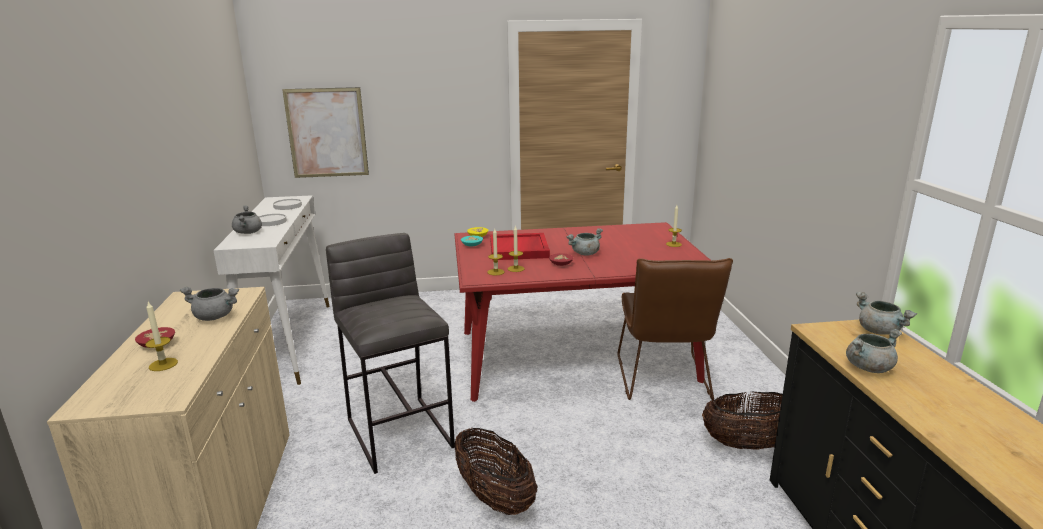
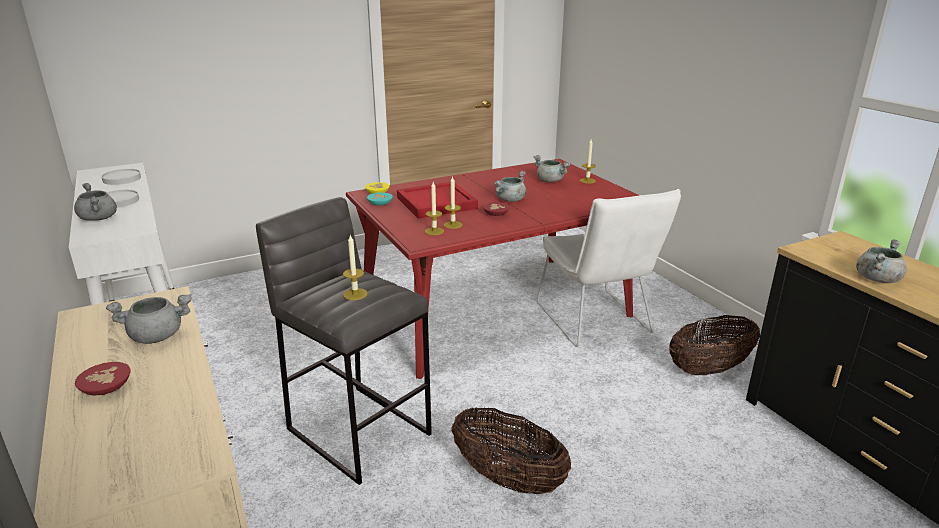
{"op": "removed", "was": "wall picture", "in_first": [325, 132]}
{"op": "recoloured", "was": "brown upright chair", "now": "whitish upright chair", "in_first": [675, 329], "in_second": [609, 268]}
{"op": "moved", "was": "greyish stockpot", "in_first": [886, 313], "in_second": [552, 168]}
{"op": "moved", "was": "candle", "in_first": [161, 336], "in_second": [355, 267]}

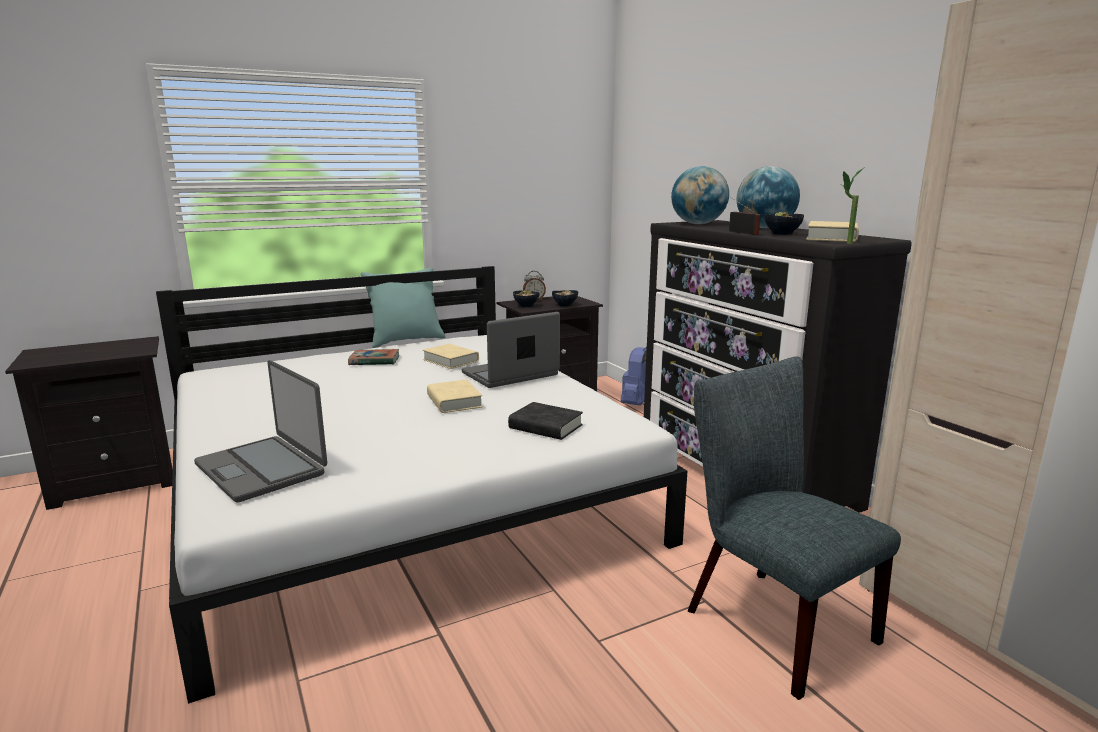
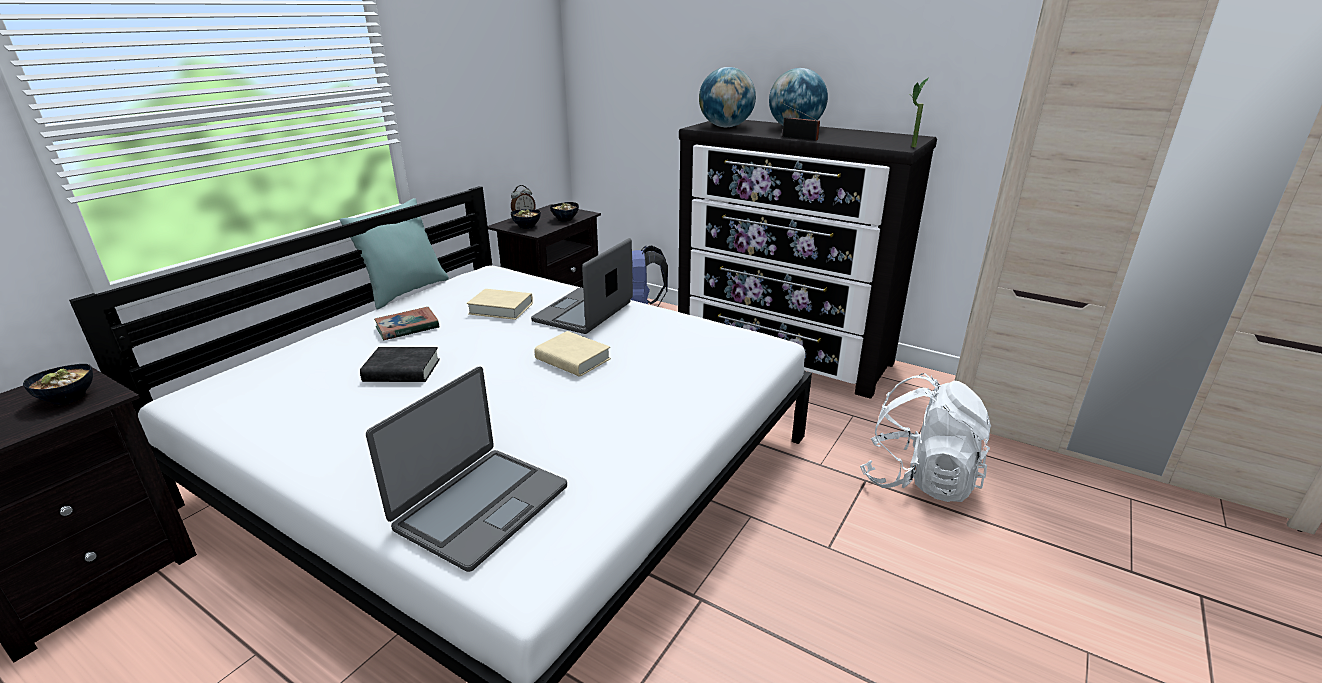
{"op": "moved", "was": "bowl", "in_first": [784, 223], "in_second": [58, 384]}
{"op": "removed", "was": "sand-coloured volume", "in_first": [832, 231]}
{"op": "replaced", "was": "greyish upright chair", "now": "whitish rucksack", "in_first": [794, 528], "in_second": [925, 437]}
{"op": "turned", "was": "portable computer", "in_first": [260, 431], "in_second": [466, 469], "clockwise": -75}
{"op": "moved", "was": "black volume", "in_first": [545, 421], "in_second": [400, 364]}

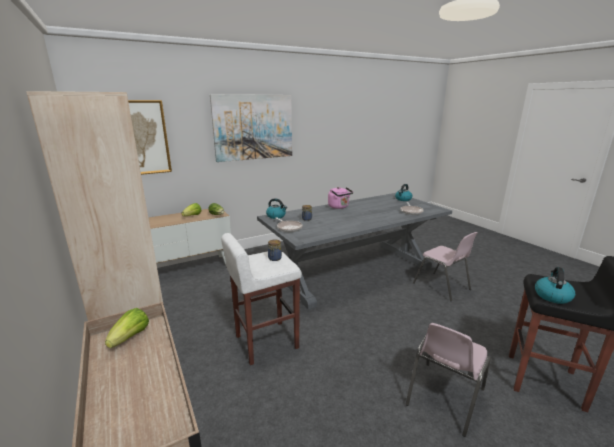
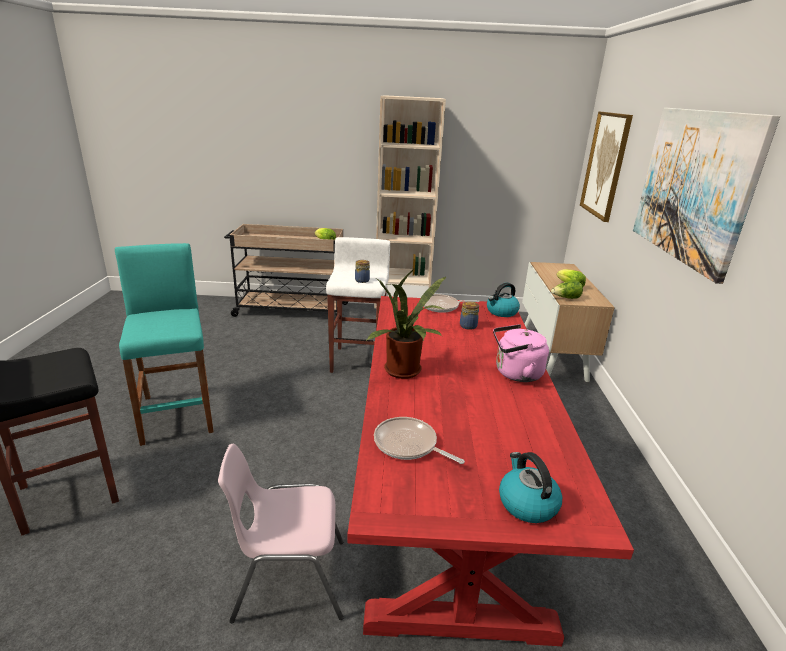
{"op": "recoloured", "was": "greyish dinner table", "now": "reddish dinner table", "in_first": [354, 251], "in_second": [490, 471]}
{"op": "removed", "was": "tea kettle", "in_first": [555, 285]}
{"op": "replaced", "was": "pink-coloured upright chair", "now": "turquoise stool", "in_first": [448, 380], "in_second": [164, 344]}
{"op": "added", "now": "potted plant", "in_second": [406, 324]}

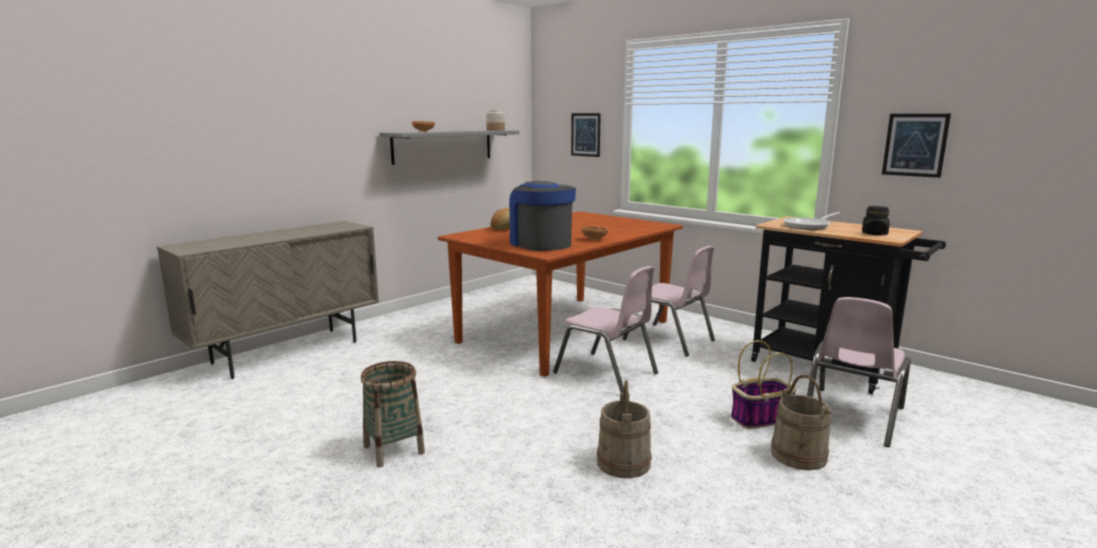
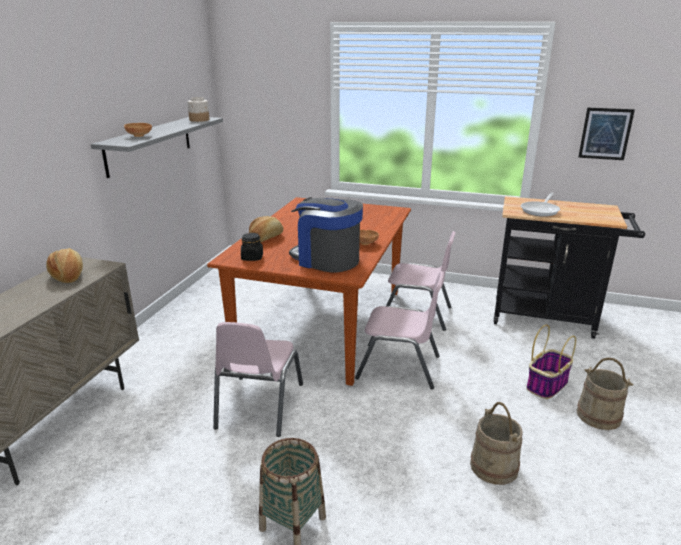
{"op": "removed", "was": "wall picture", "in_first": [586, 135]}
{"op": "moved", "was": "black storage jar", "in_first": [876, 220], "in_second": [252, 247]}
{"op": "moved", "was": "pink-coloured upright chair", "in_first": [859, 372], "in_second": [258, 379]}
{"op": "added", "now": "bread", "in_second": [64, 265]}

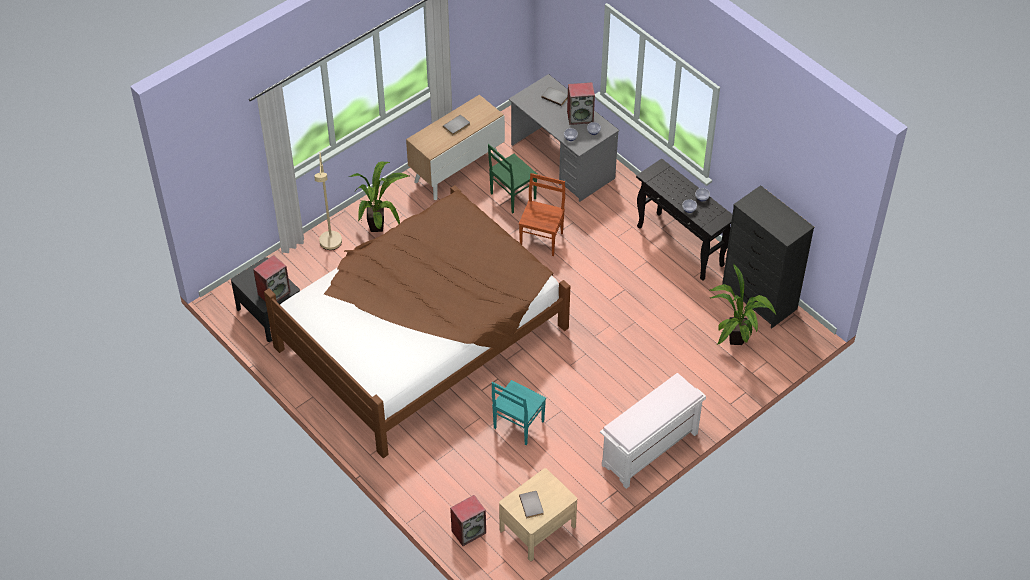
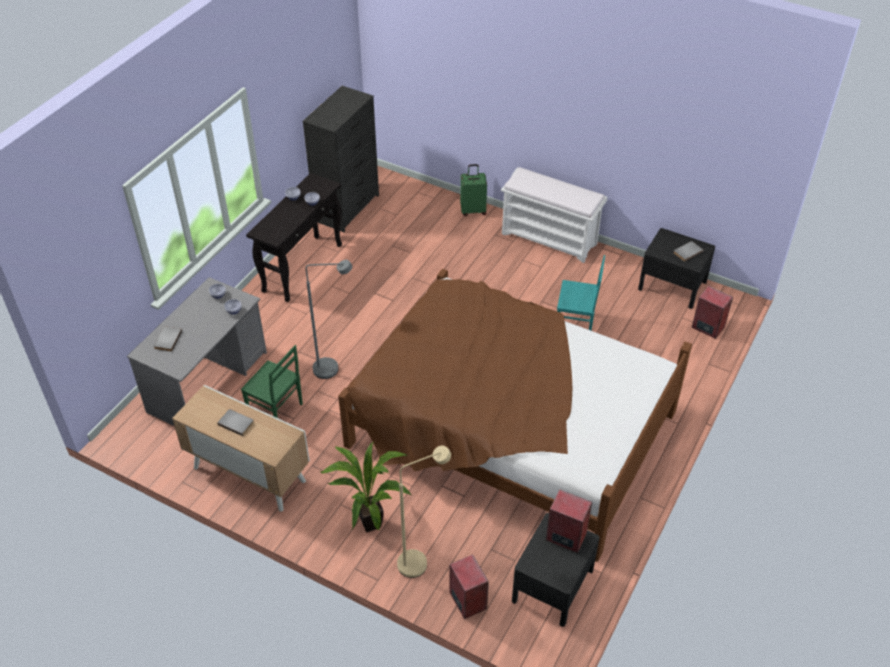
{"op": "moved", "was": "loudspeaker", "in_first": [581, 103], "in_second": [469, 586]}
{"op": "replaced", "was": "brown upright chair", "now": "greyish standard lamp", "in_first": [542, 214], "in_second": [329, 319]}
{"op": "removed", "was": "potted plant", "in_first": [743, 305]}
{"op": "recoloured", "was": "sand-coloured nightstand", "now": "black nightstand", "in_first": [538, 514], "in_second": [676, 268]}
{"op": "added", "now": "green-coloured piece of luggage", "in_second": [473, 190]}

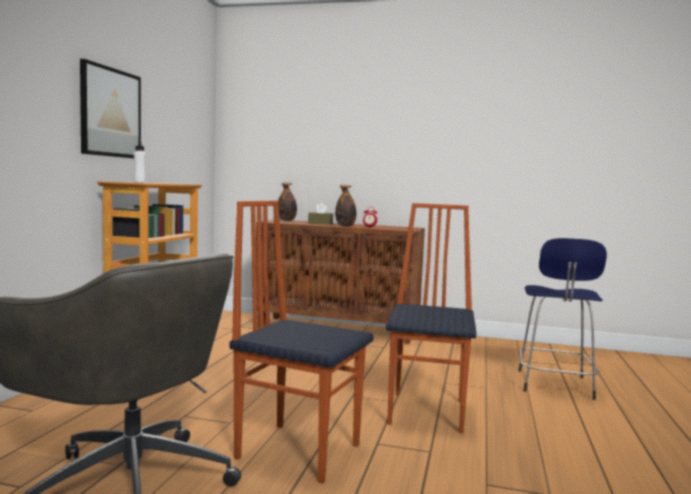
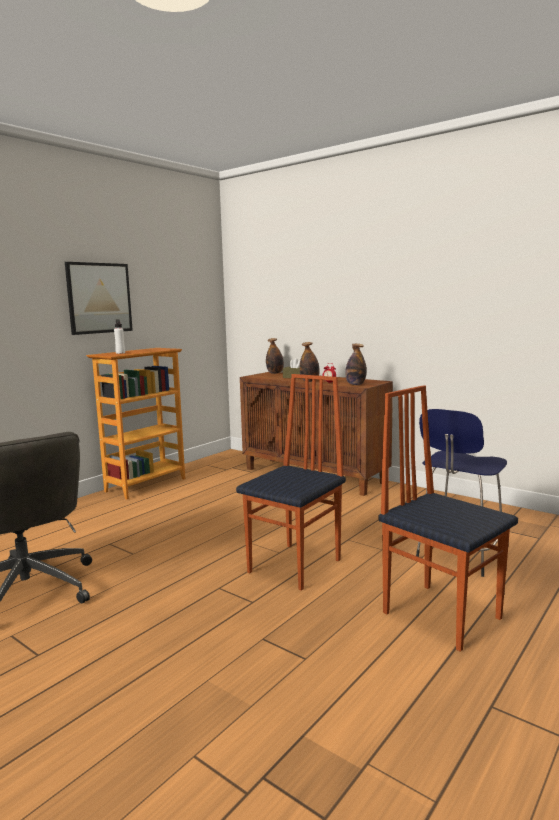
{"op": "moved", "was": "upright chair", "in_first": [301, 342], "in_second": [448, 518]}
{"op": "added", "now": "drink bottle", "in_second": [356, 364]}

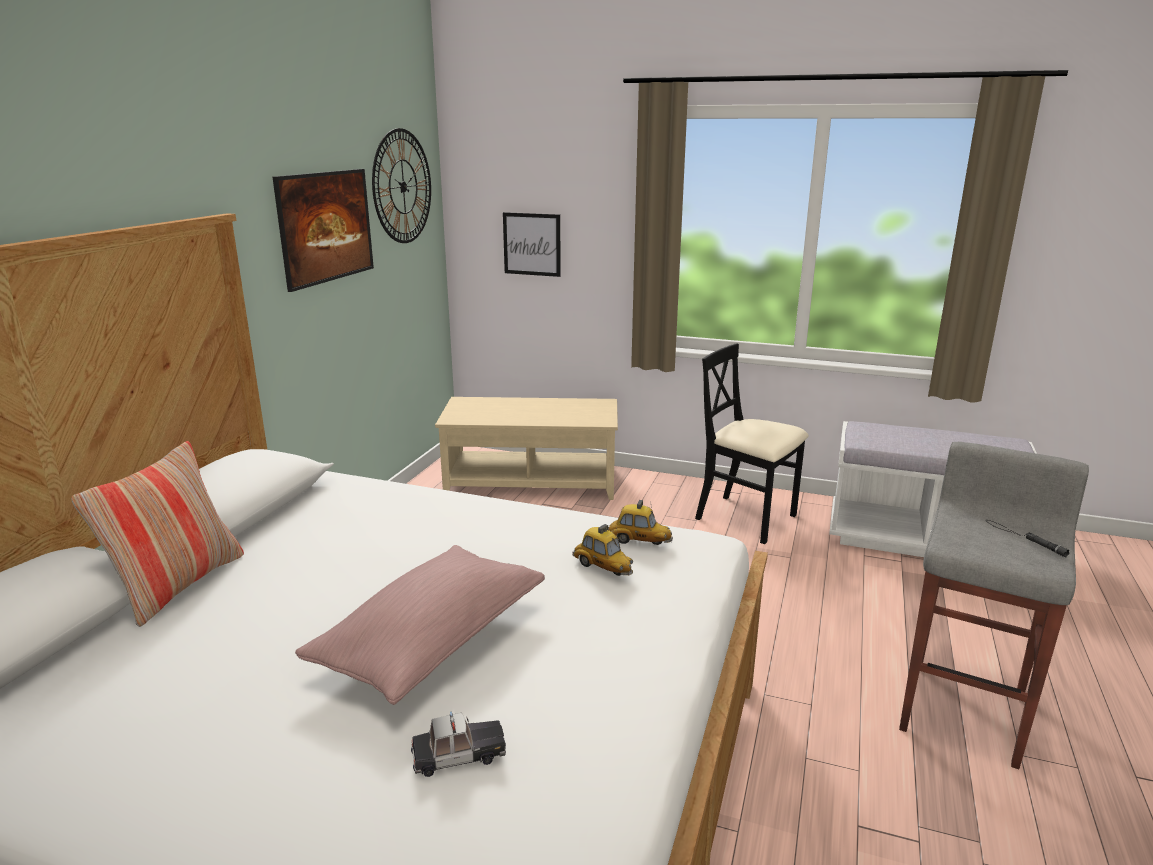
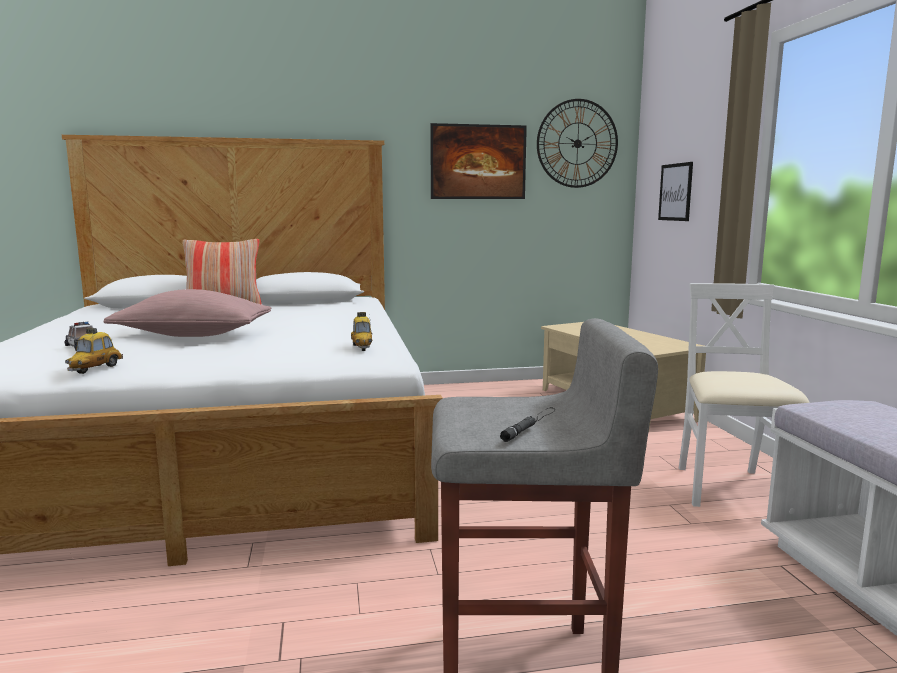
{"op": "recoloured", "was": "black upright chair", "now": "whitish upright chair", "in_first": [752, 444], "in_second": [744, 395]}
{"op": "moved", "was": "model car", "in_first": [602, 550], "in_second": [94, 351]}

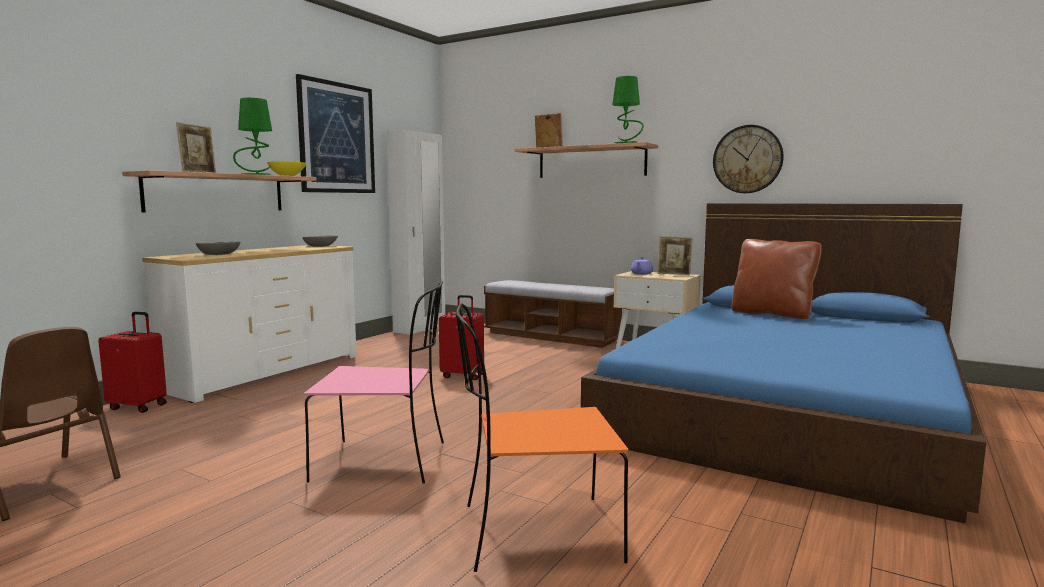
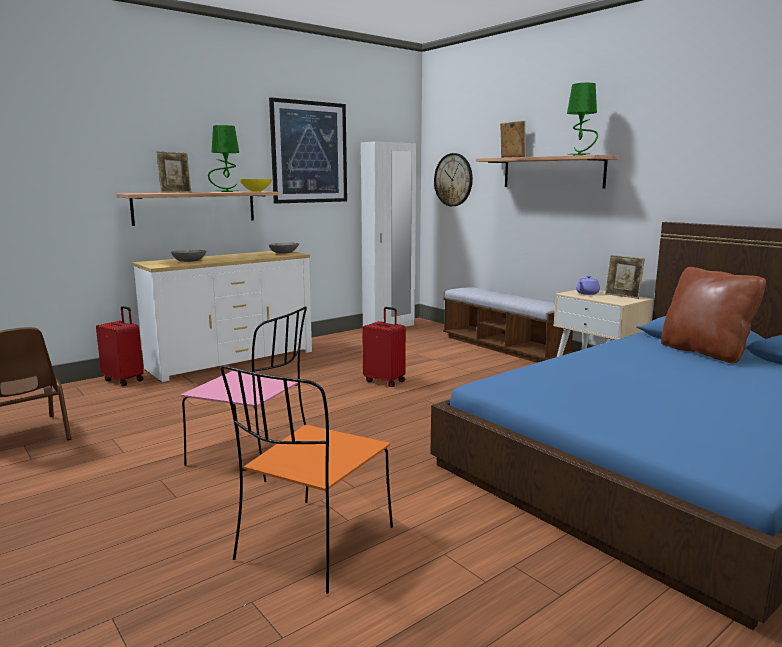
{"op": "moved", "was": "clock on the wall", "in_first": [748, 159], "in_second": [453, 179]}
{"op": "turned", "was": "orange-coloured upright chair", "in_first": [542, 437], "in_second": [307, 479], "clockwise": -75}

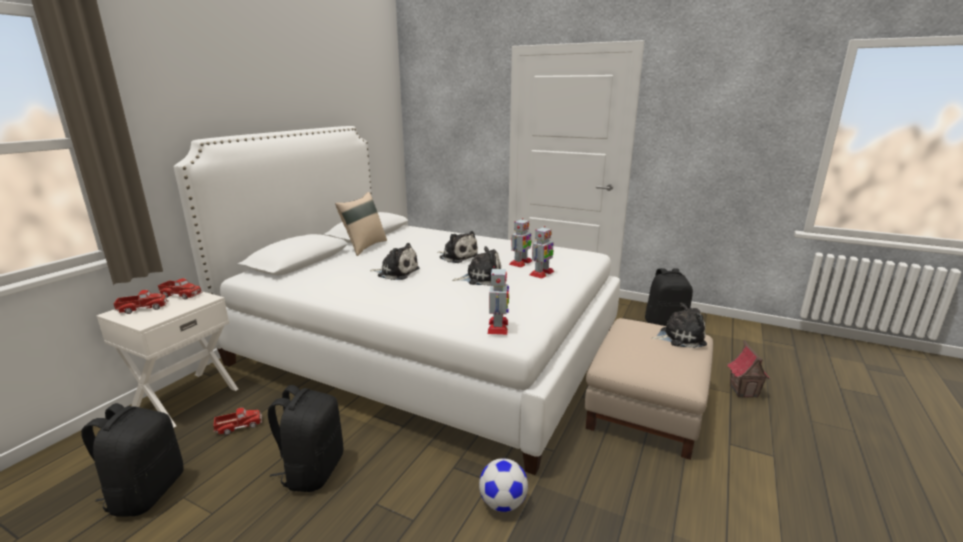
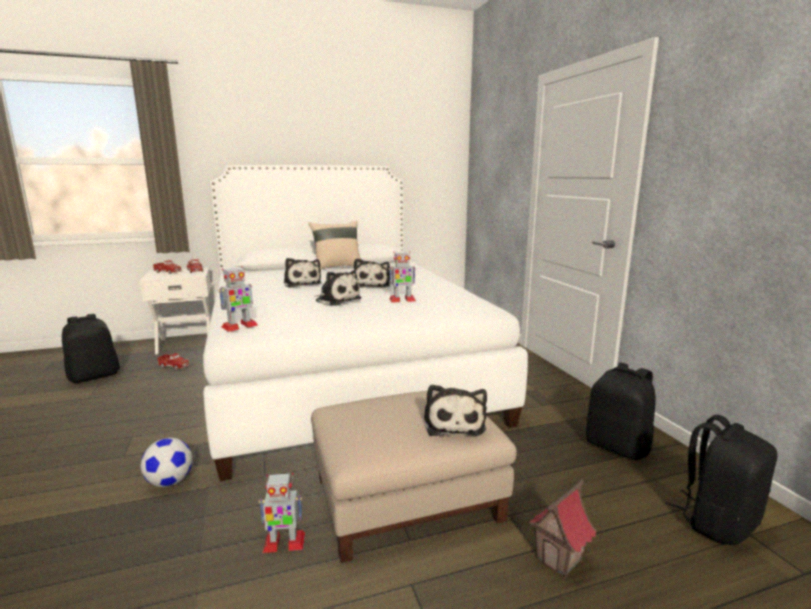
{"op": "moved", "was": "robot figure", "in_first": [542, 252], "in_second": [282, 513]}
{"op": "turned", "was": "soft toy", "in_first": [679, 325], "in_second": [455, 410], "clockwise": 45}
{"op": "moved", "was": "black rucksack", "in_first": [305, 438], "in_second": [722, 480]}

